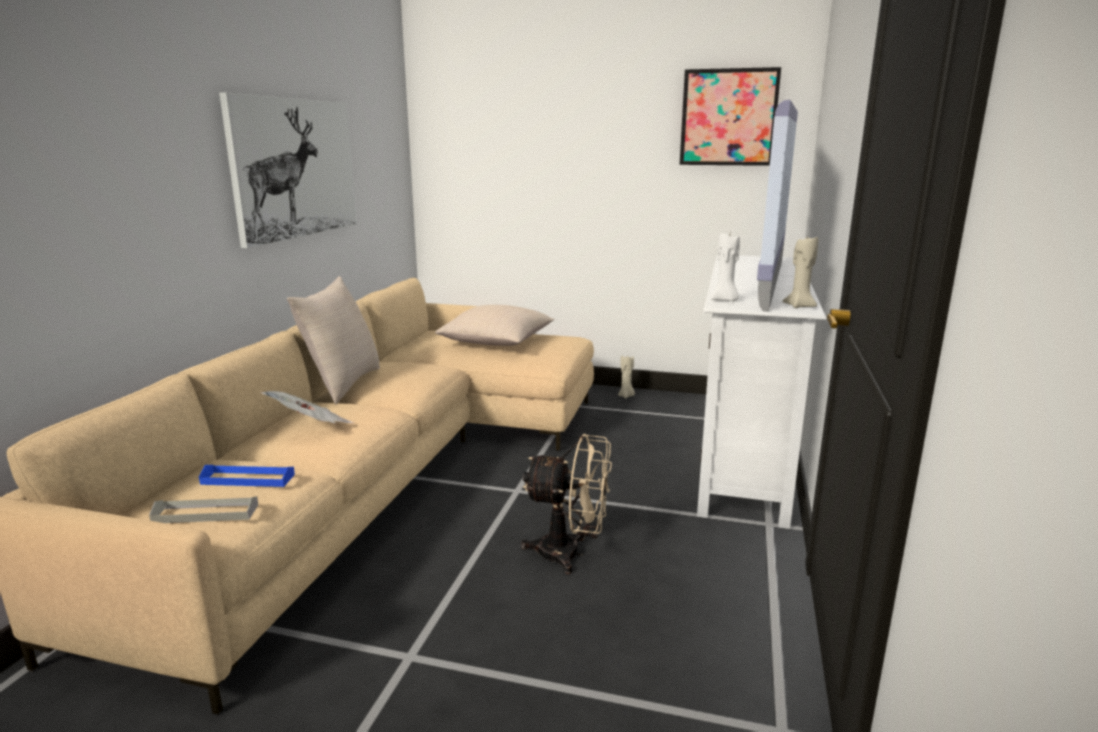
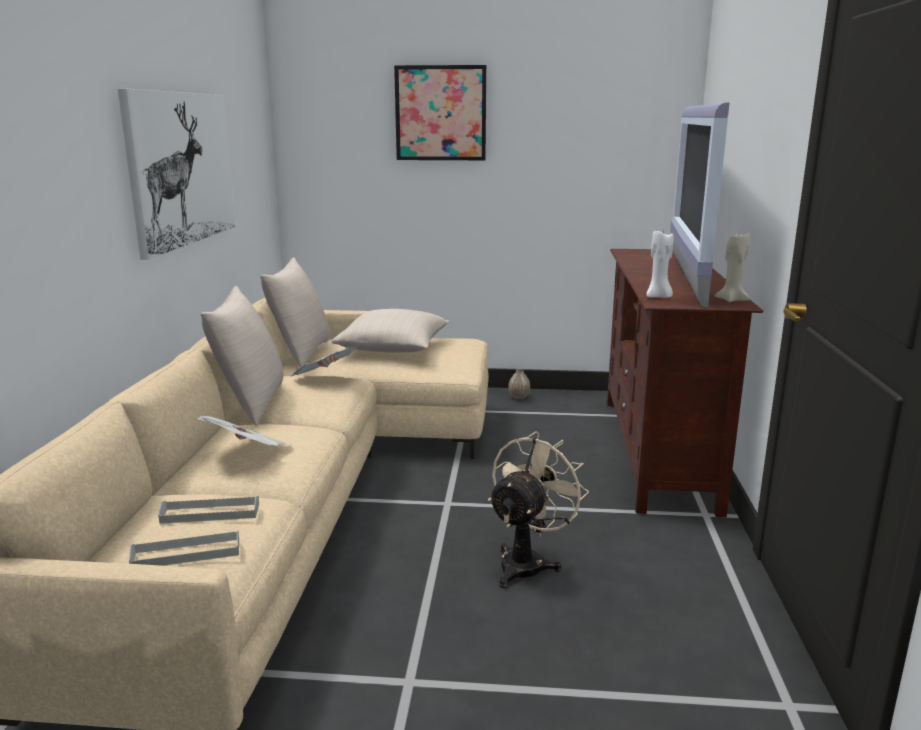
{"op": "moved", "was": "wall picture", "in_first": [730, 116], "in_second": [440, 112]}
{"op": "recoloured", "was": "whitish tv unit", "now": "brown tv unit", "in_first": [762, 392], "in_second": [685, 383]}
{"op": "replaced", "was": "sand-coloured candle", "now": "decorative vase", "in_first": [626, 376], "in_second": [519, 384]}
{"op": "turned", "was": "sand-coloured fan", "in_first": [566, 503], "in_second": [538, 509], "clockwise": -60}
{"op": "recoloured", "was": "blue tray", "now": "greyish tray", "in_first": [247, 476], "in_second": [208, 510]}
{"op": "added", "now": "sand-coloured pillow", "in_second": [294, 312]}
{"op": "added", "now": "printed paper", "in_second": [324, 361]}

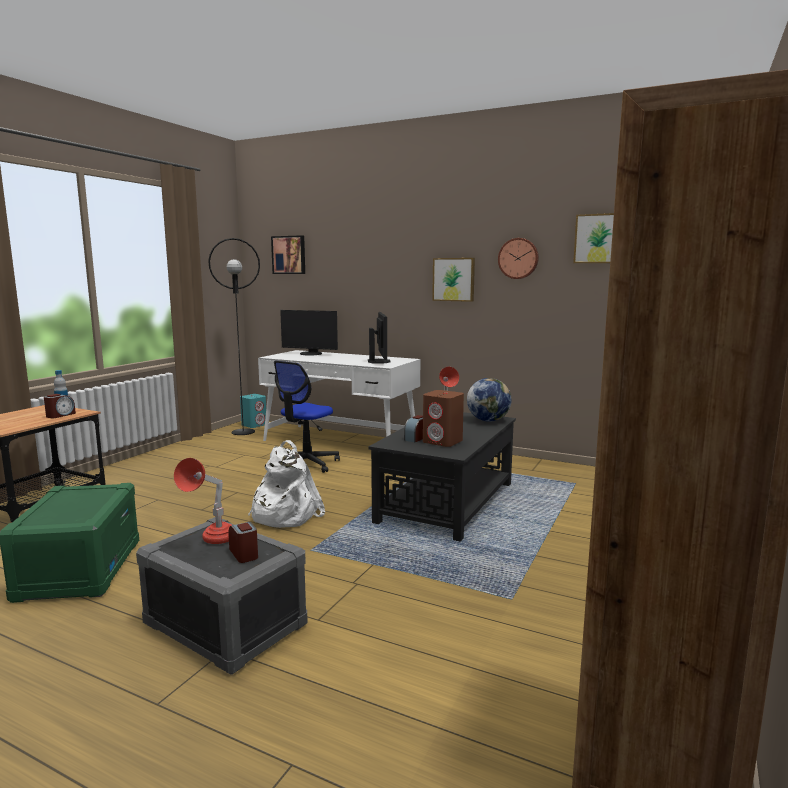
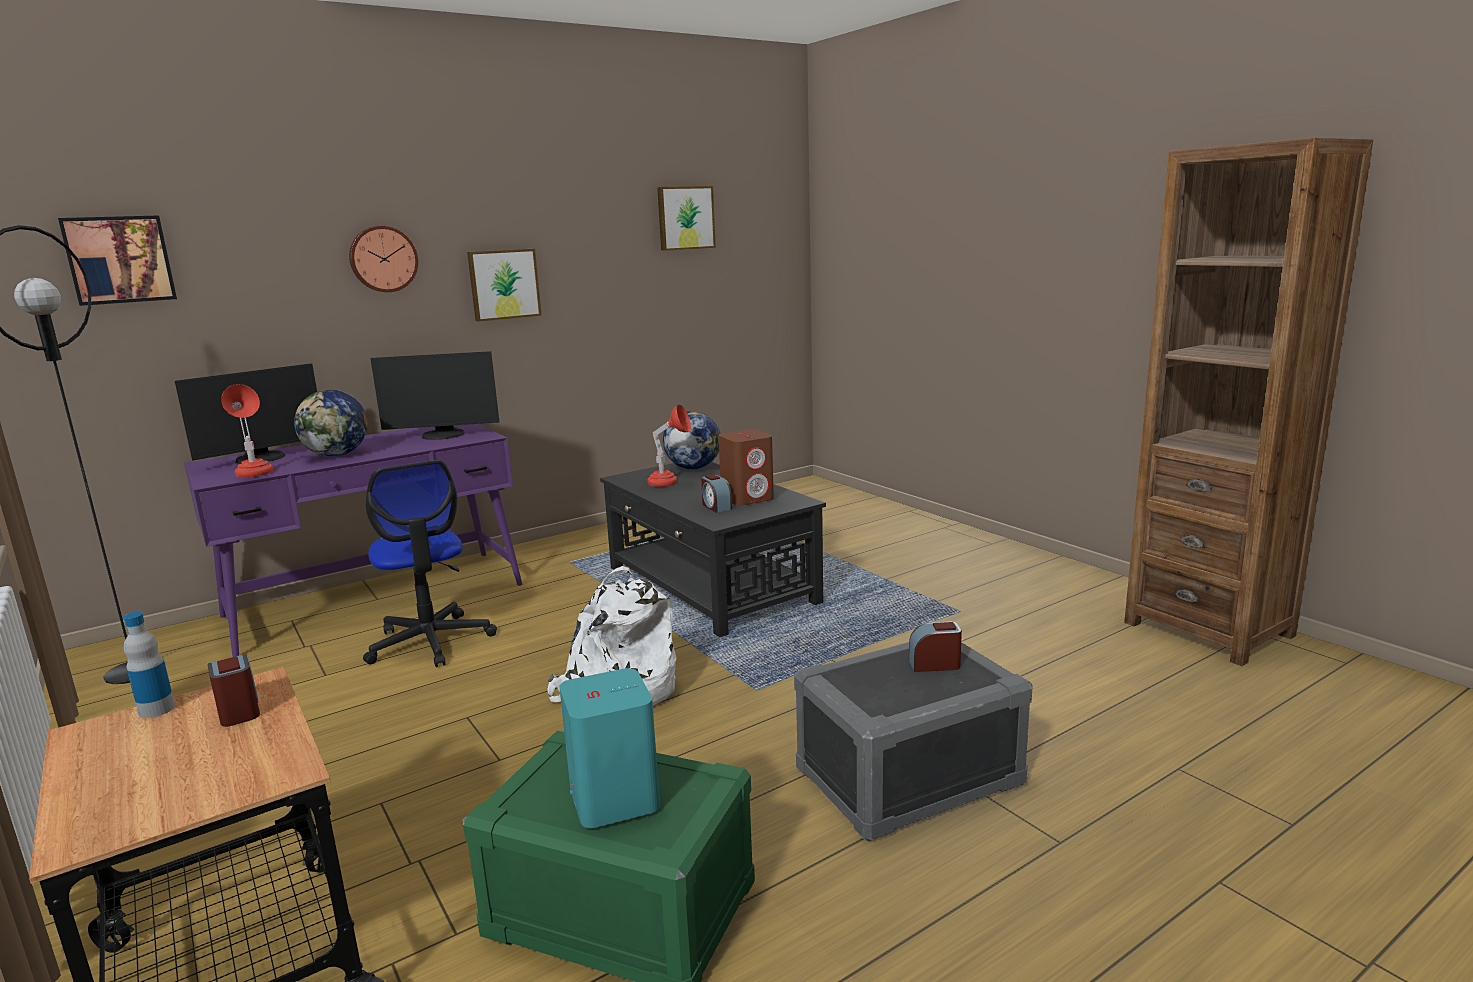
{"op": "moved", "was": "clock on the wall", "in_first": [518, 258], "in_second": [383, 259]}
{"op": "turned", "was": "monitor", "in_first": [379, 338], "in_second": [434, 395], "clockwise": 150}
{"op": "recoloured", "was": "whitish desk", "now": "purple-coloured desk", "in_first": [339, 395], "in_second": [353, 540]}
{"op": "moved", "was": "turquoise loudspeaker", "in_first": [253, 411], "in_second": [609, 748]}
{"op": "moved", "was": "reddish lamp for a table", "in_first": [203, 501], "in_second": [247, 431]}
{"op": "added", "now": "globe", "in_second": [331, 423]}

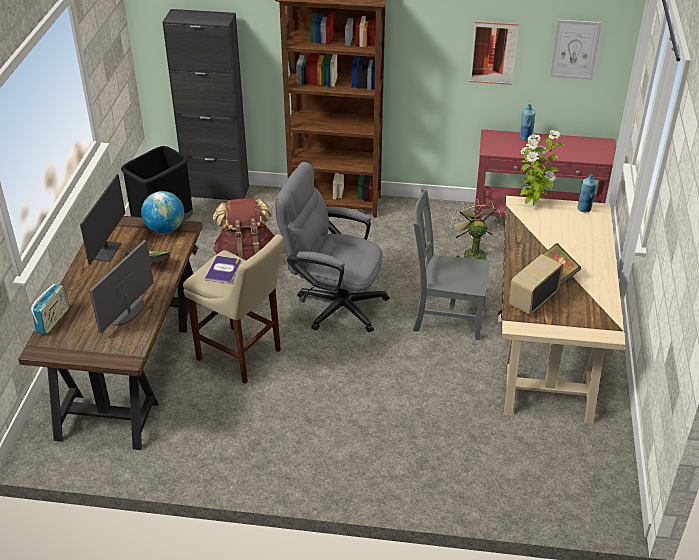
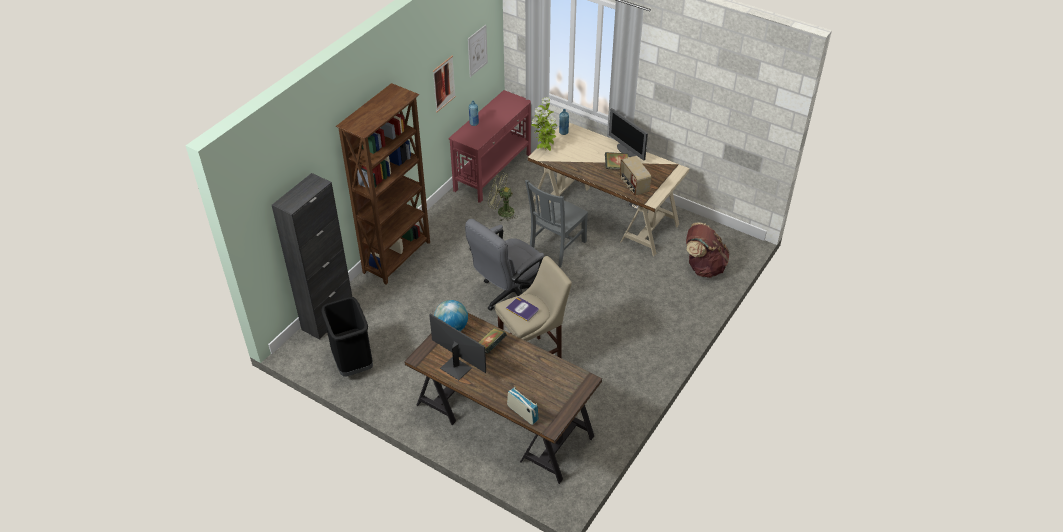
{"op": "moved", "was": "brown rucksack", "in_first": [244, 229], "in_second": [707, 250]}
{"op": "moved", "was": "monitor", "in_first": [122, 286], "in_second": [628, 134]}

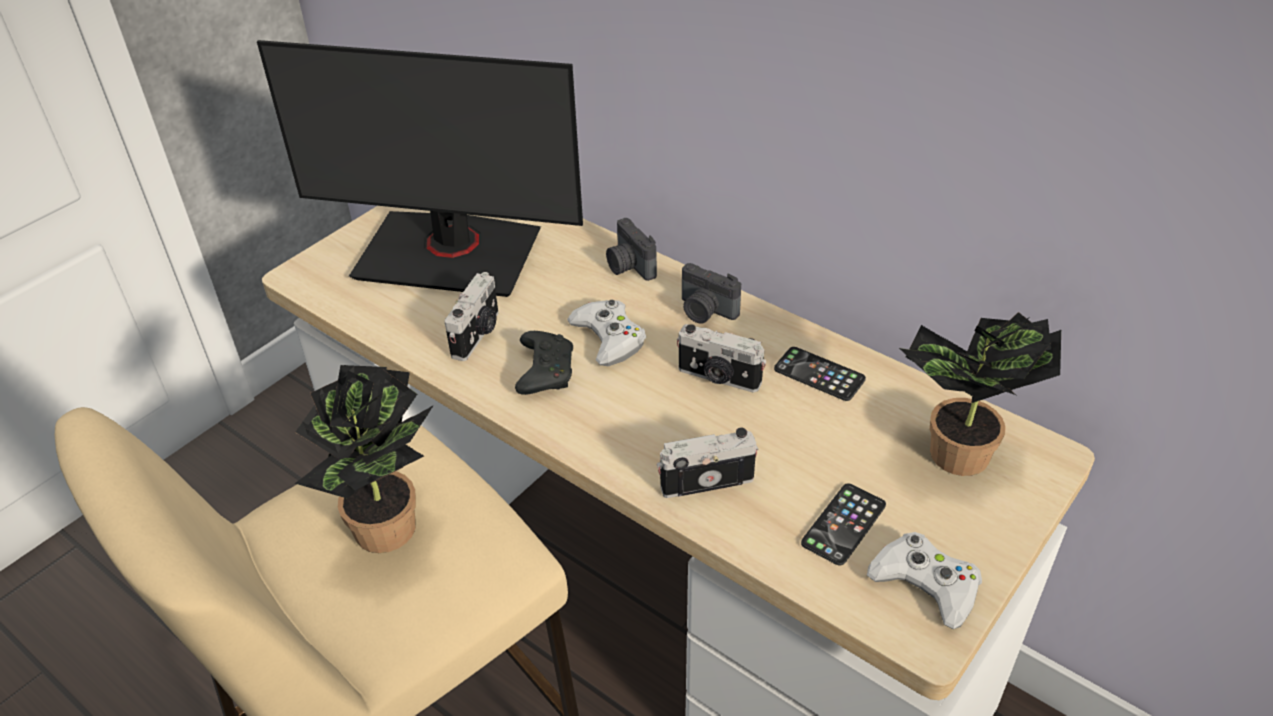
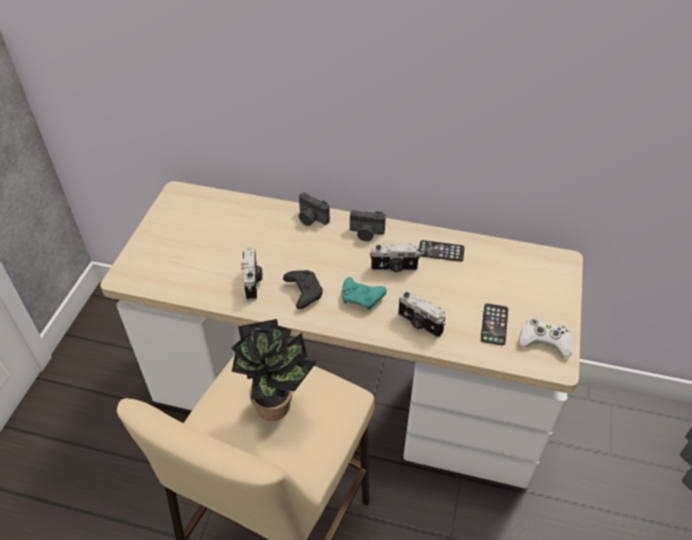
{"op": "removed", "was": "monitor", "in_first": [420, 168]}
{"op": "removed", "was": "whitish joypad", "in_first": [606, 333]}
{"op": "removed", "was": "potted plant", "in_first": [980, 394]}
{"op": "turned", "was": "photo camera", "in_first": [707, 462], "in_second": [422, 314], "clockwise": -105}
{"op": "added", "now": "turquoise joypad", "in_second": [364, 293]}

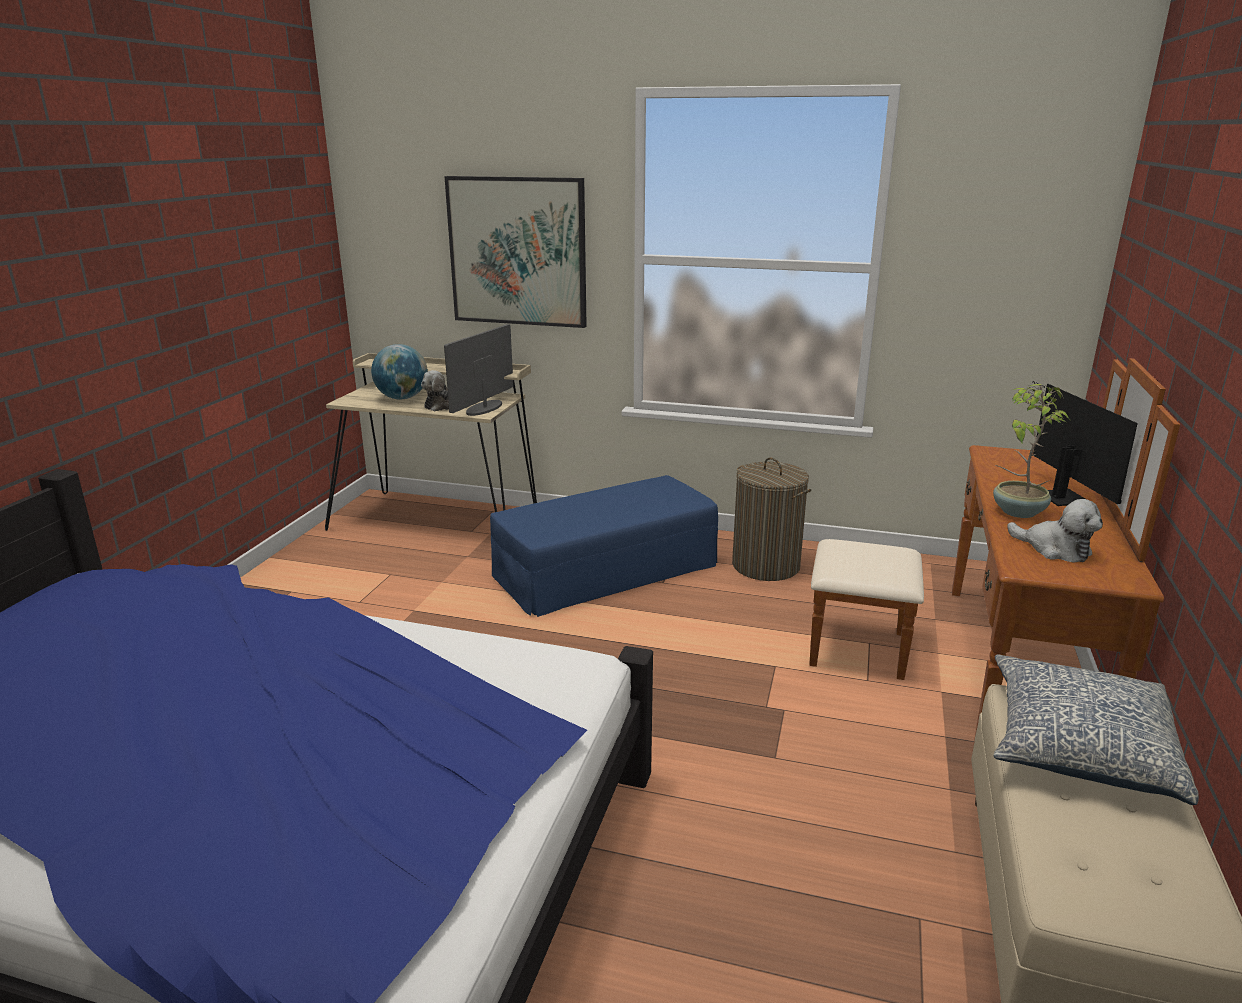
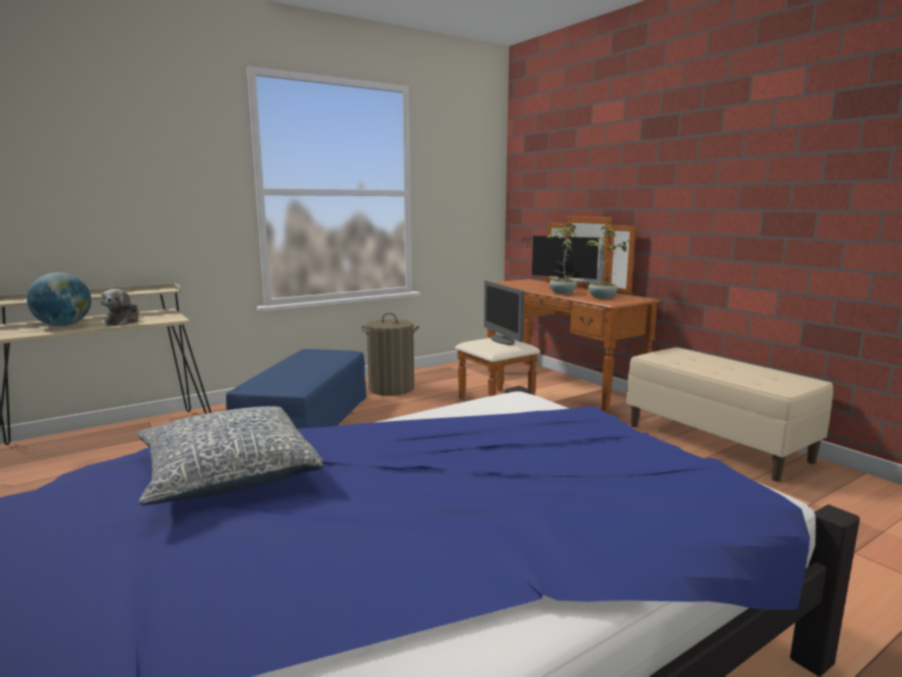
{"op": "removed", "was": "wall picture", "in_first": [515, 252]}
{"op": "moved", "was": "monitor", "in_first": [478, 370], "in_second": [504, 313]}
{"op": "replaced", "was": "soft toy", "now": "potted plant", "in_first": [1055, 531], "in_second": [608, 262]}
{"op": "moved", "was": "pillow", "in_first": [1096, 729], "in_second": [230, 456]}

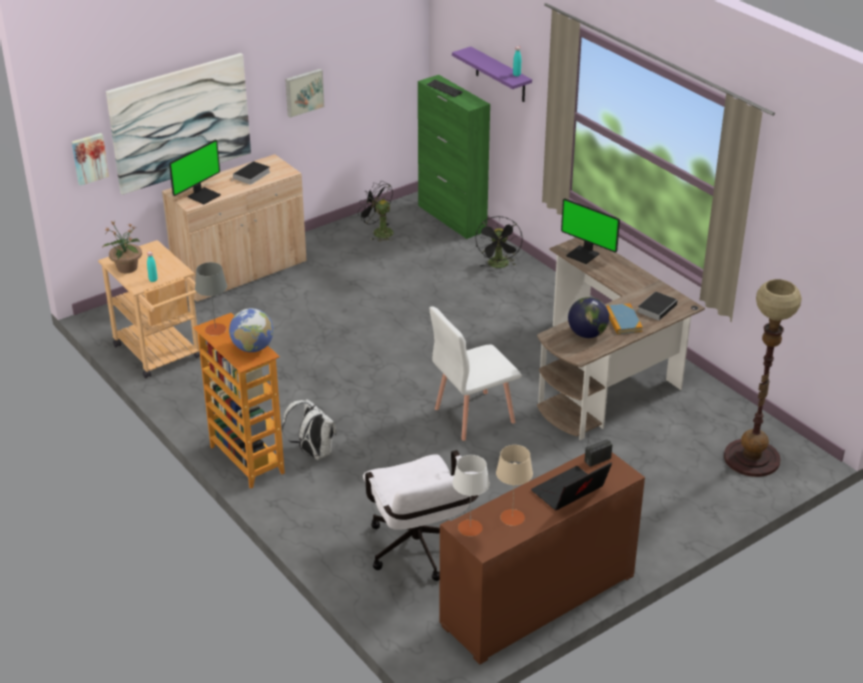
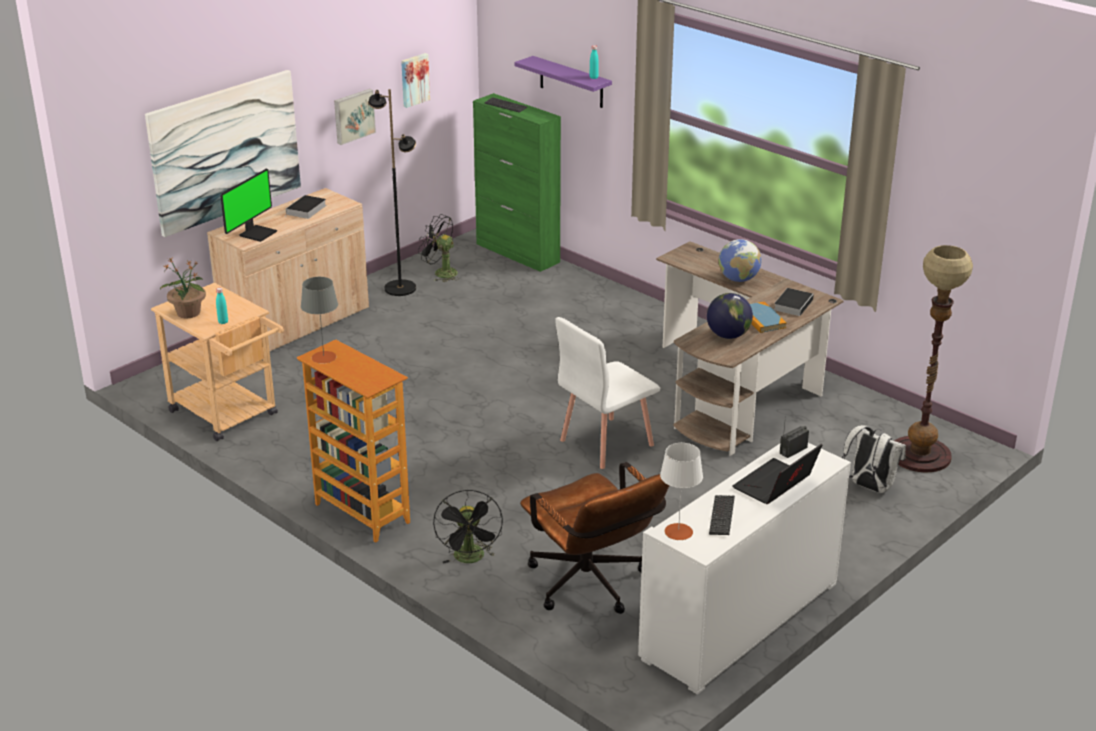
{"op": "moved", "was": "wall picture", "in_first": [90, 159], "in_second": [415, 80]}
{"op": "removed", "was": "monitor", "in_first": [590, 231]}
{"op": "moved", "was": "black fan", "in_first": [499, 242], "in_second": [468, 527]}
{"op": "moved", "was": "globe", "in_first": [251, 330], "in_second": [740, 260]}
{"op": "moved", "was": "whitish rucksack", "in_first": [309, 429], "in_second": [874, 459]}
{"op": "replaced", "was": "sand-coloured lamp for a table", "now": "keyboard", "in_first": [514, 485], "in_second": [722, 515]}
{"op": "recoloured", "was": "whitish desk chair", "now": "brown desk chair", "in_first": [421, 515], "in_second": [595, 538]}
{"op": "recoloured", "was": "brown cabinet", "now": "whitish cabinet", "in_first": [542, 558], "in_second": [744, 569]}
{"op": "added", "now": "black standard lamp", "in_second": [392, 192]}

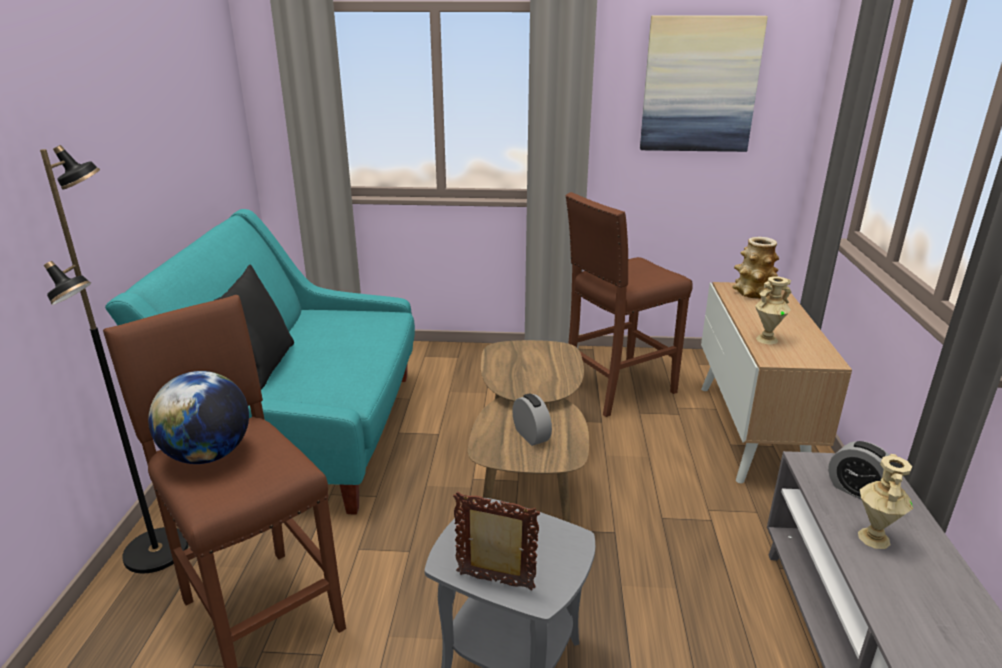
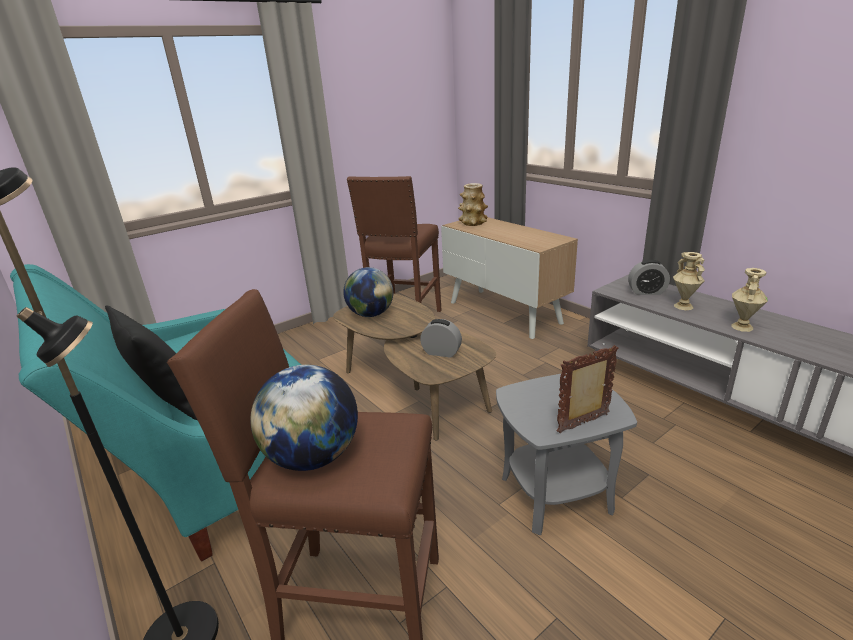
{"op": "removed", "was": "wall picture", "in_first": [704, 83]}
{"op": "moved", "was": "sand-coloured decorative vase", "in_first": [773, 310], "in_second": [749, 300]}
{"op": "added", "now": "globe", "in_second": [368, 292]}

